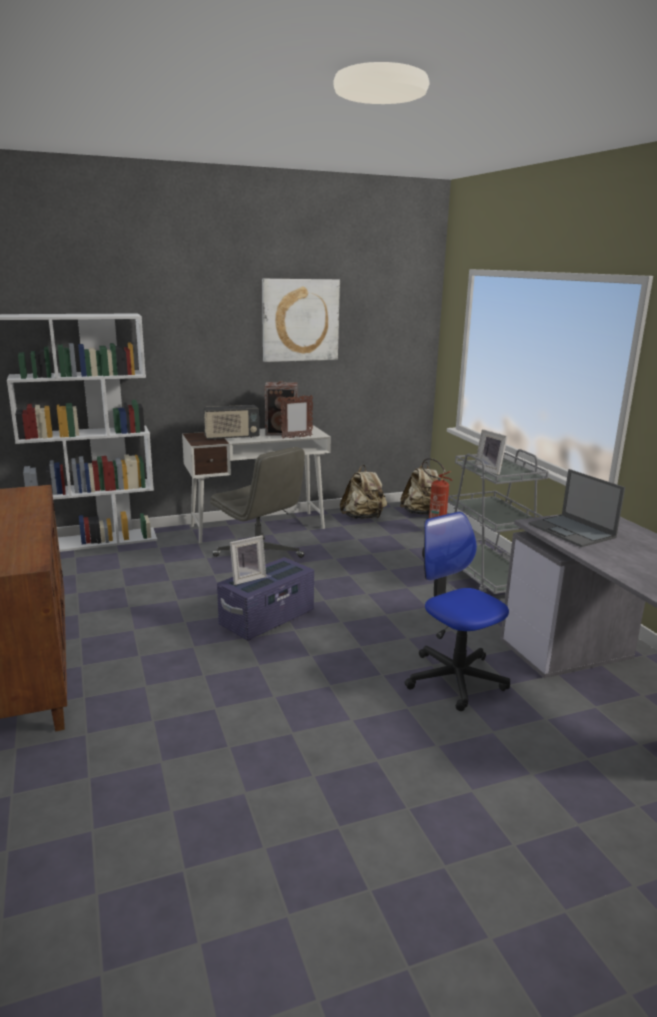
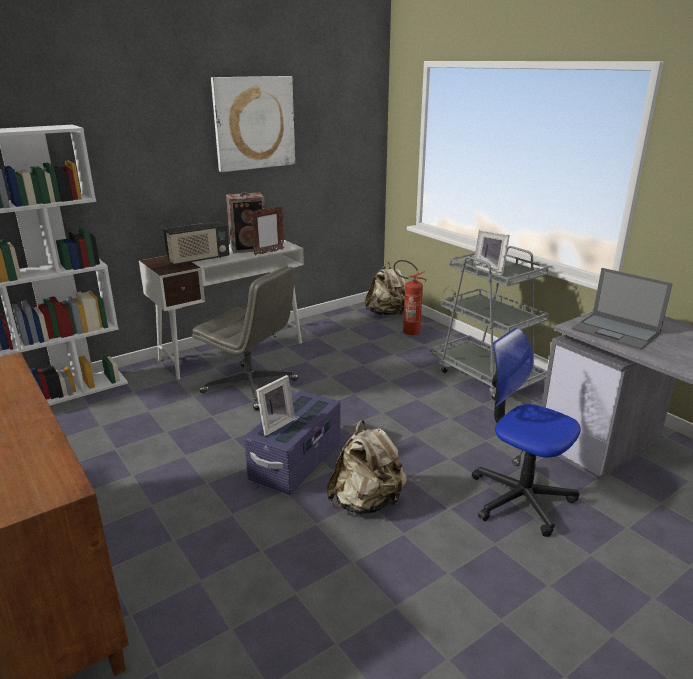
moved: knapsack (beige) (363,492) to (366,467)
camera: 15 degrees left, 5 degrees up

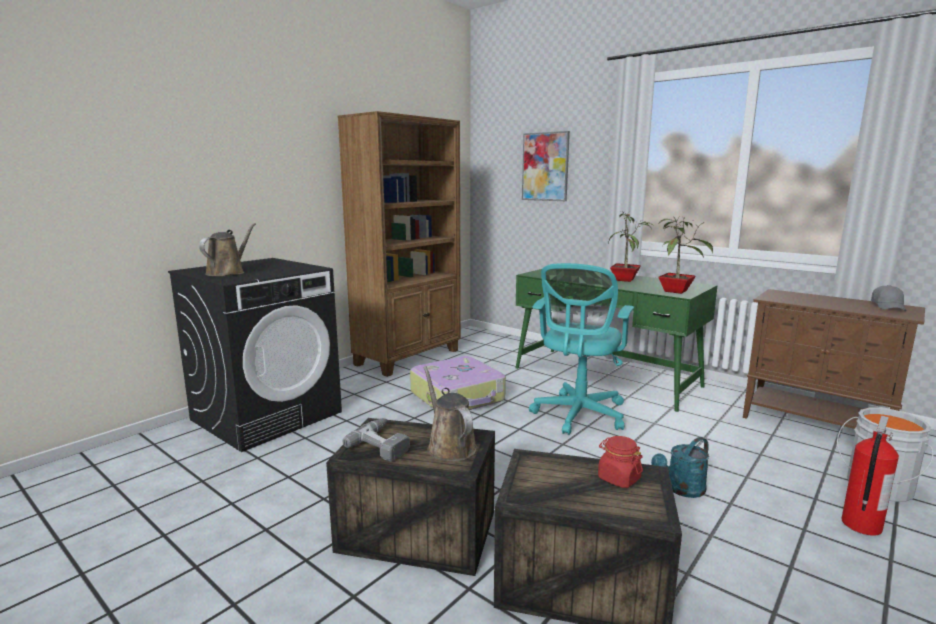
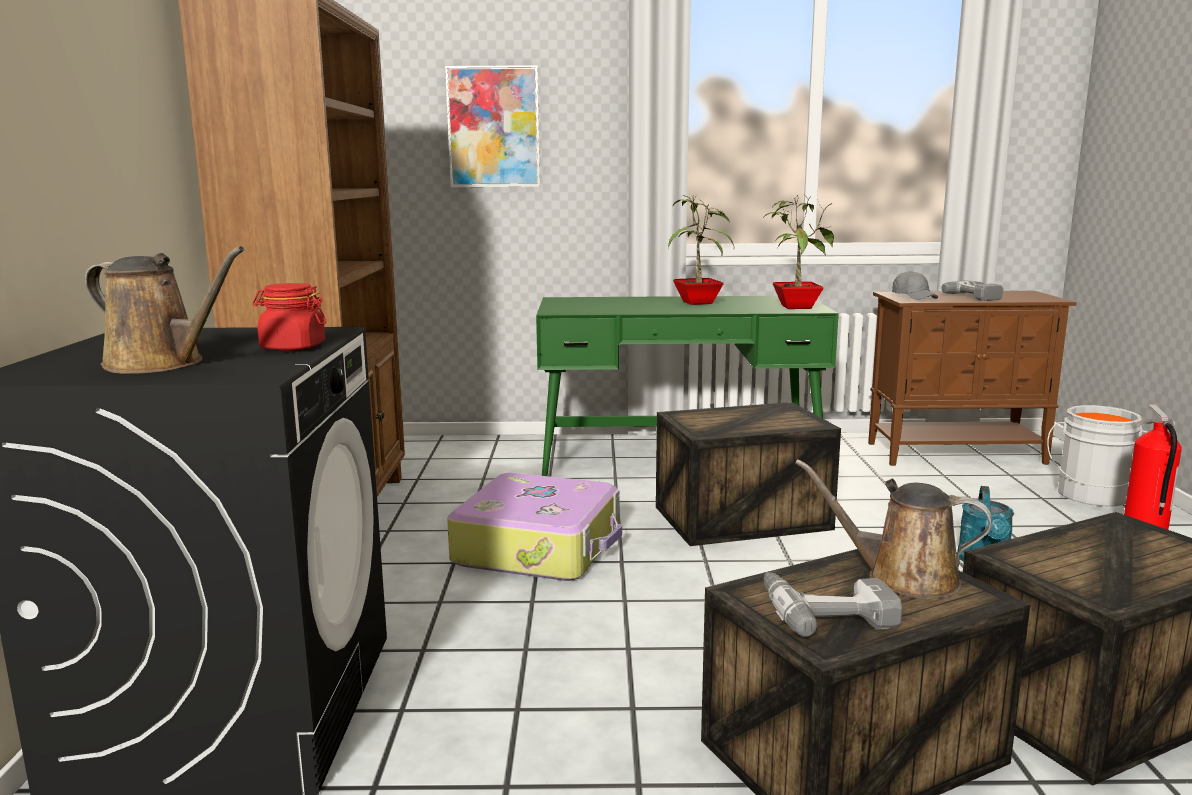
added: electric drill (972,291)
moved: storage jar (red-coloured) (620,462) to (289,317); cap (gray) (889,298) to (915,285)
replaced: computer chair (turquoise-coloured) (581,349) to packing crate (748,474)
turned: watering can (brownish) (227,249) = (165,310) 135 degrees clockwise
camera: 40 degrees left, 0 degrees up

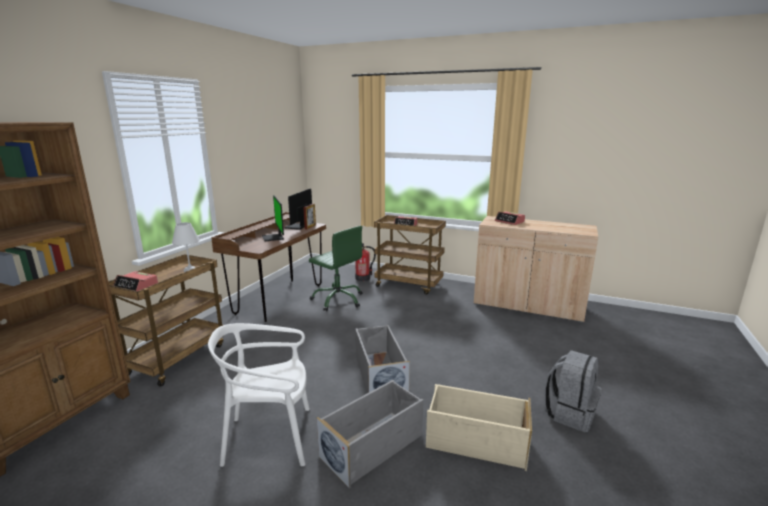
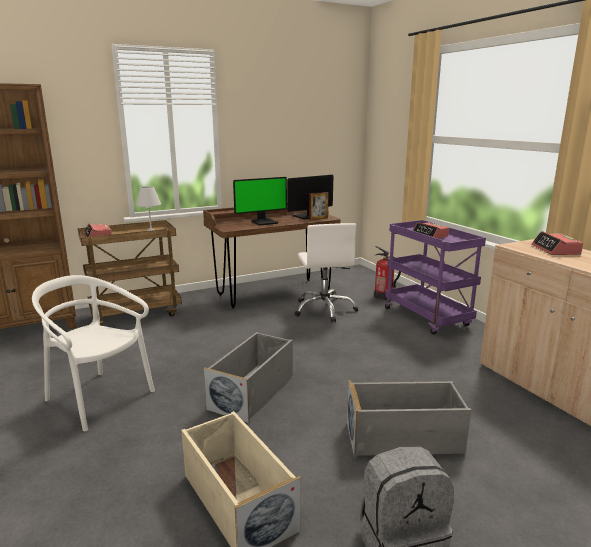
moved: storage container (gray) (370,434) to (409,419)
recoloured: computer chair (green-coloured) (336,268) to computer chair (white-coloured) (326,273); cart (brownish) (410,255) to cart (purple) (435,277)
turned: monitor (273,218) = (260,201) 135 degrees counterclockwise
camera: 40 degrees right, 0 degrees up

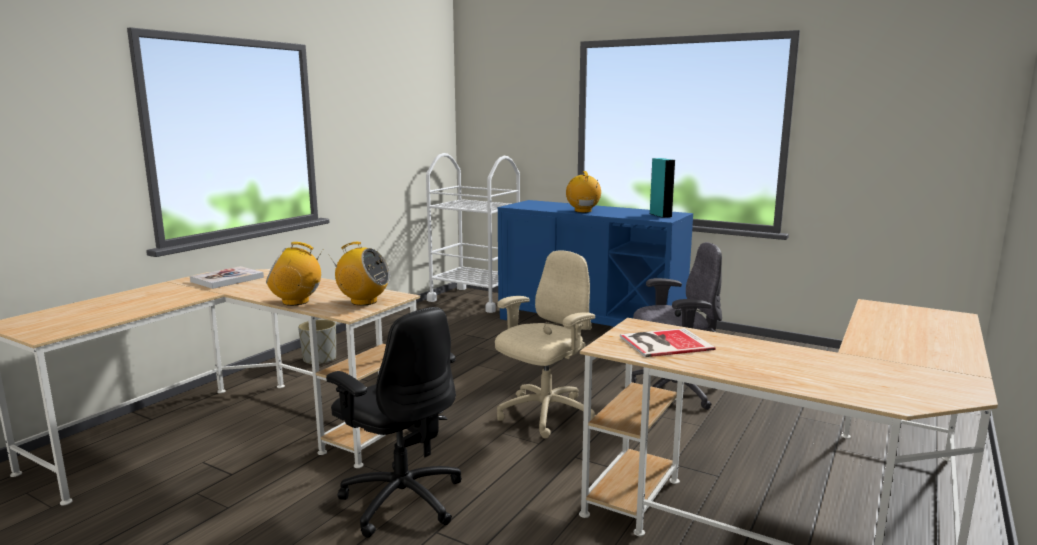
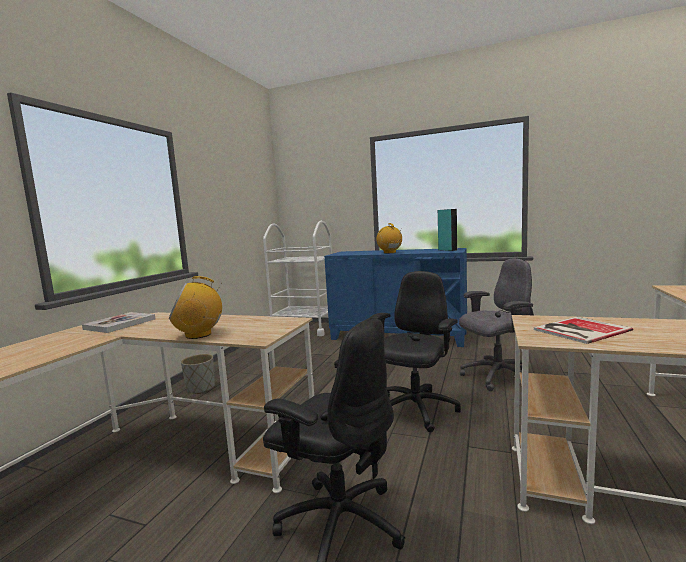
removed: radio receiver (360,274)
recoloured: computer chair (beige) (545,344) to computer chair (black) (415,351)
camera: 10 degrees left, 5 degrees down

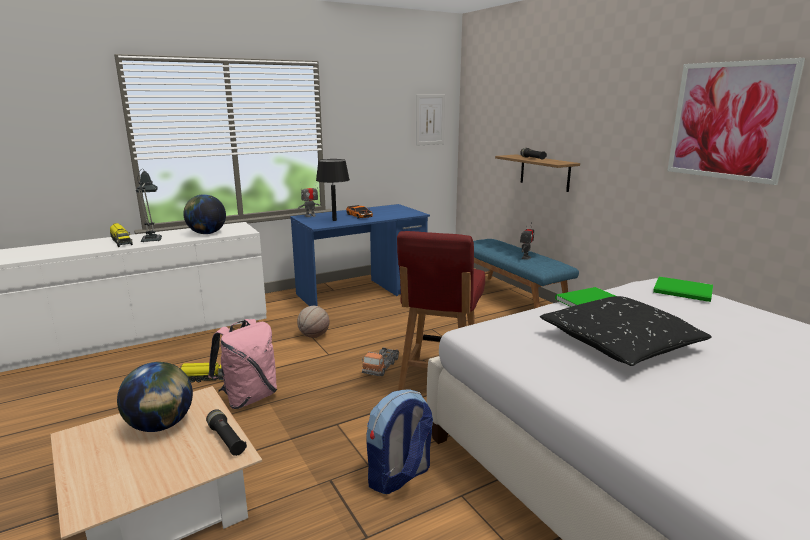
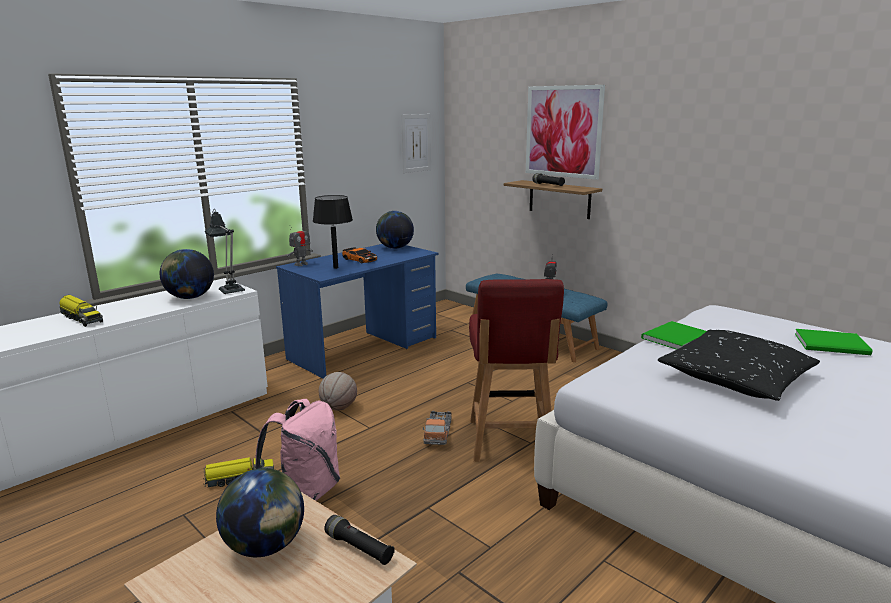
removed: knapsack (399,441)
added: desk globe (395,230)
moved: table lamp (149,205) to (225,252); bound book (green-coloured) (683,289) to (834,342); wall art (736,121) to (565,132)
camera: 15 degrees left, 0 degrees up

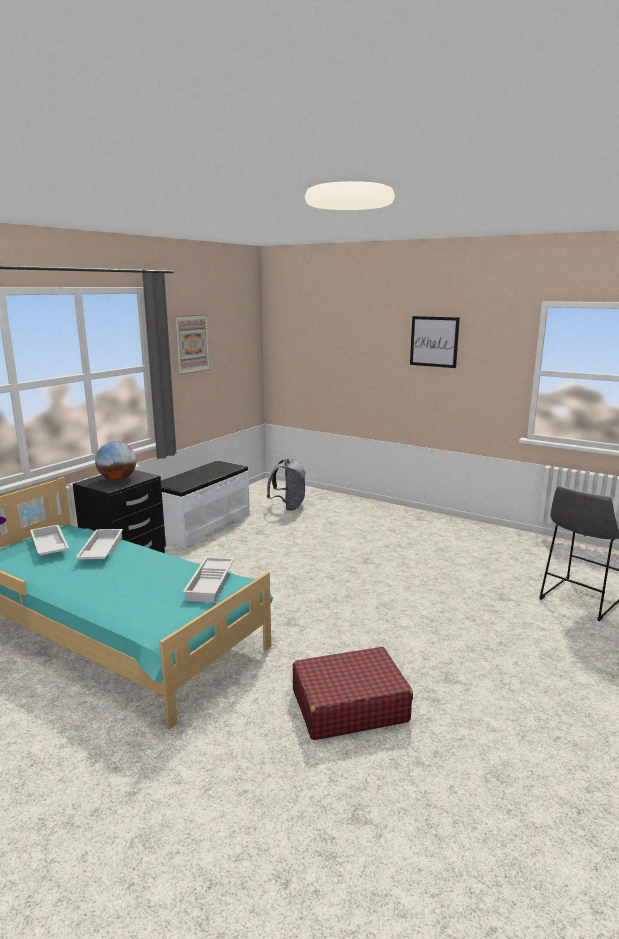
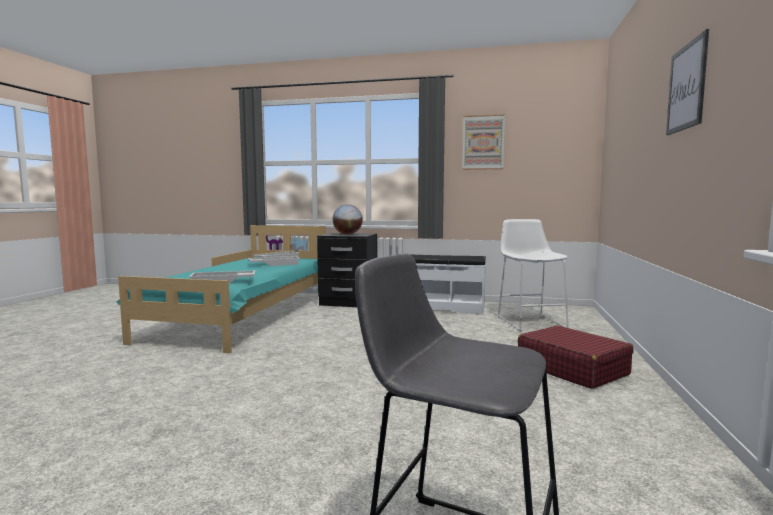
moved: suitcase (red-coloured) (353,693) to (576,357)
replaced: knapsack (gray) (286,485) to sitting stool (white-coloured) (533,275)
camera: 70 degrees right, 10 degrees down

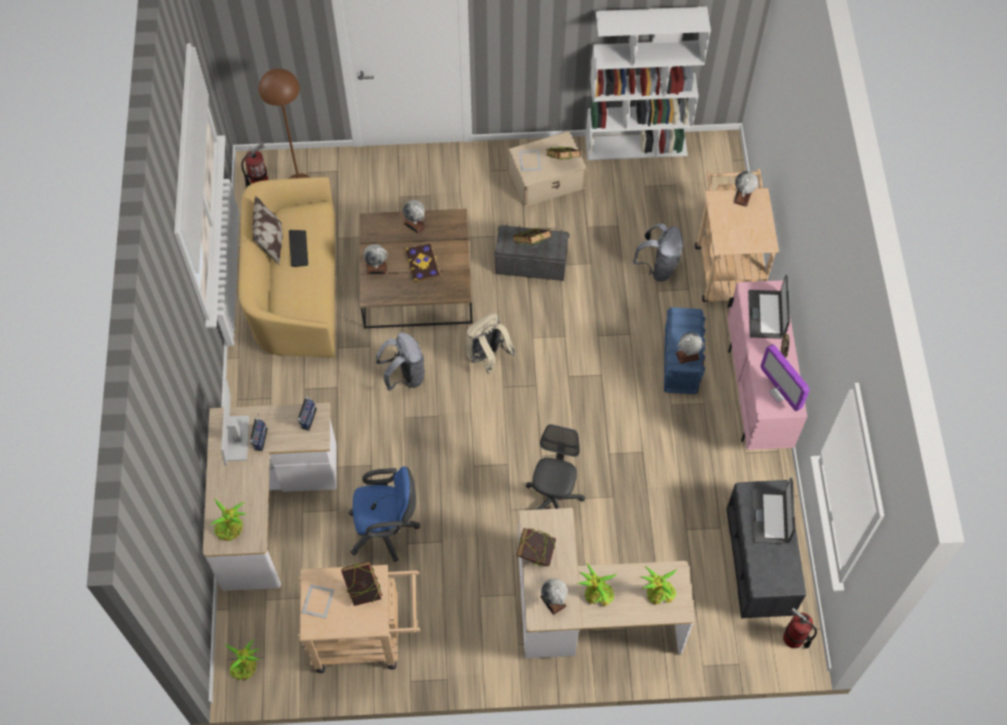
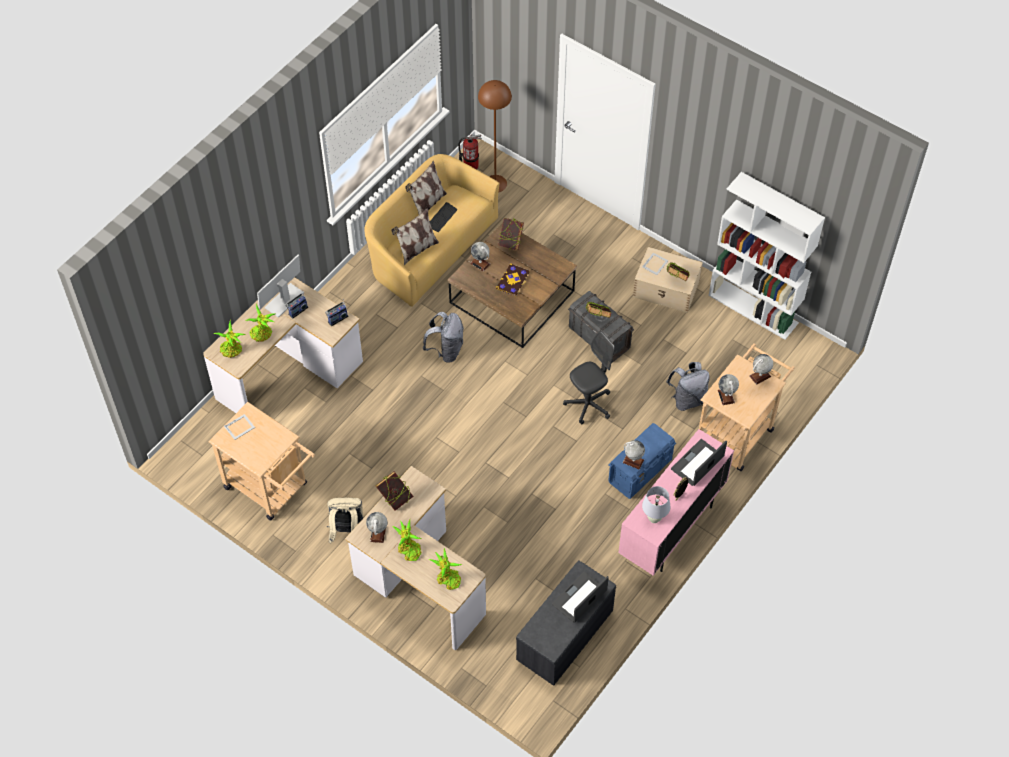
removed: computer chair (blue) (384,514); extinguisher (800,628)
added: cushion (415,236)
moved: houseplant (242,659) to (260,323); bound book (361,583) to (511,234); desk globe (415,217) to (728,389); knapsack (beige) (491,343) to (345,520); computer chair (gray) (555,467) to (589,378)
replaced: monitor (785,377) to table lamp (white-coloured) (656,504)
camera: 40 degrees right, 5 degrees down

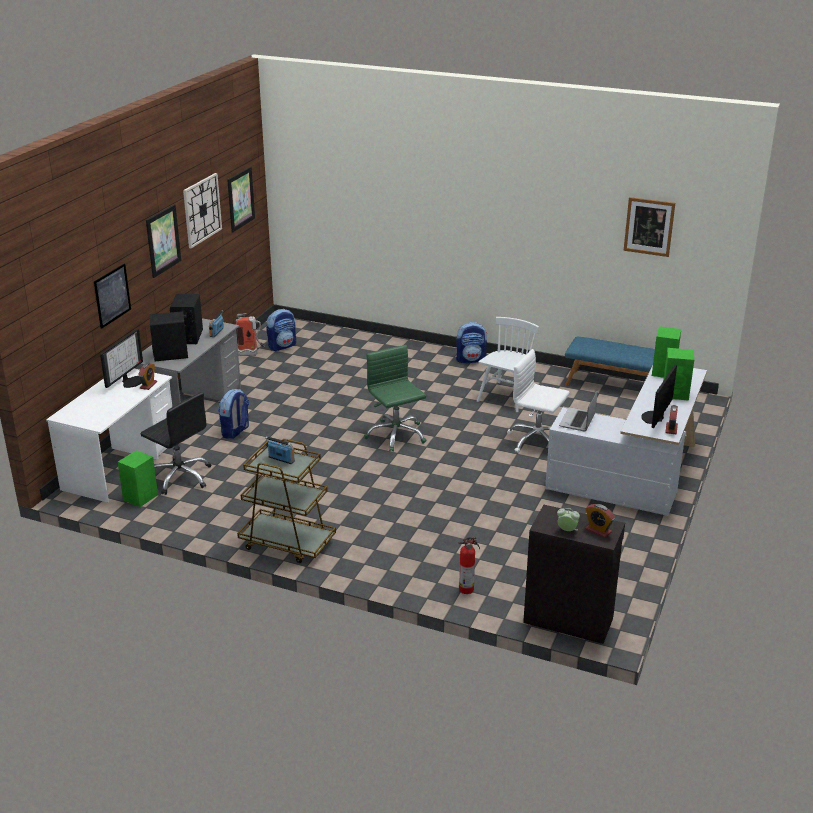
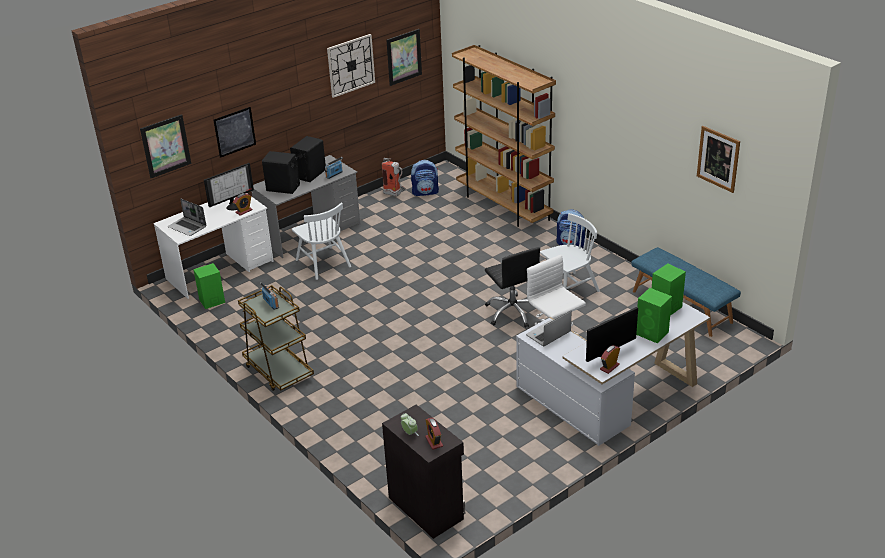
removed: computer chair (green-coloured) (395,398); extinguisher (469,565)
added: laptop (187,217); shelving unit (brownish) (504,136)
moved: computer chair (black) (176,443) to (512,287); wall art (163,241) to (165,146)
replaced: knapsack (233,414) to plain chair (white-coloured) (321,241)
camera: 30 degrees right, 5 degrees up

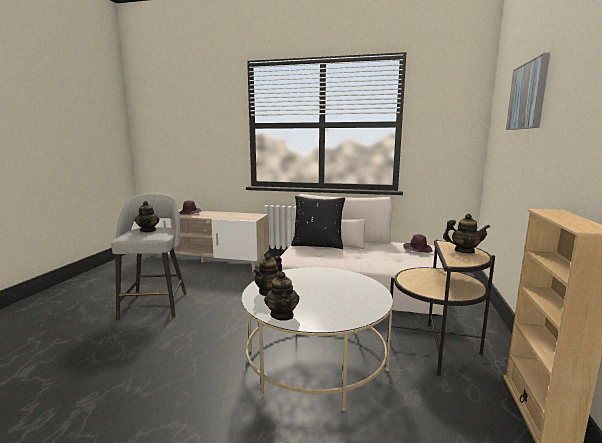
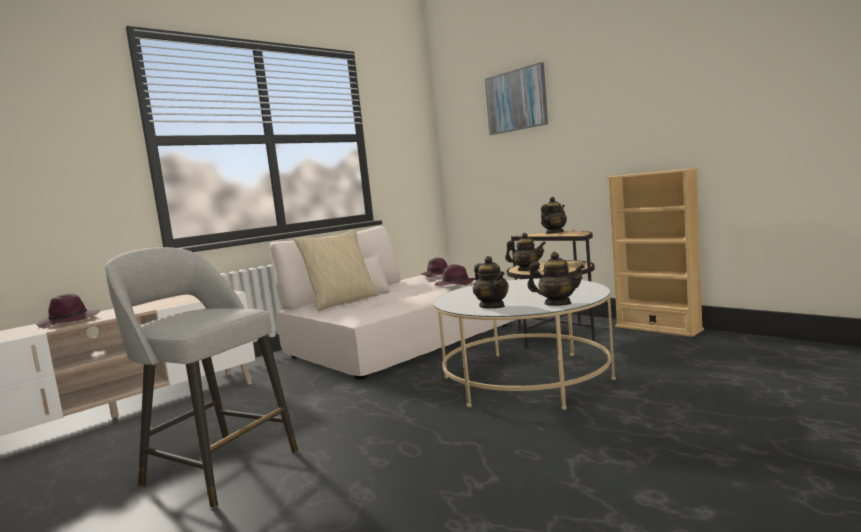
added: hat (purple) (455,275)
moved: pot for tea (147,216) to (525,252)
recoloured: cushion (black) (318,222) to cushion (beige) (336,270)
camera: 55 degrees left, 5 degrees down

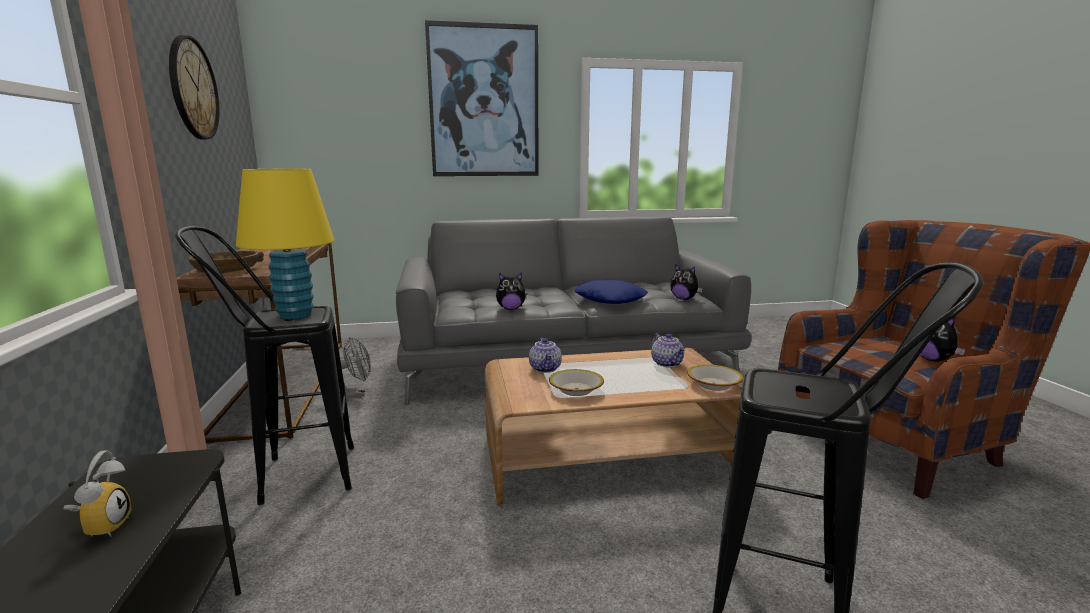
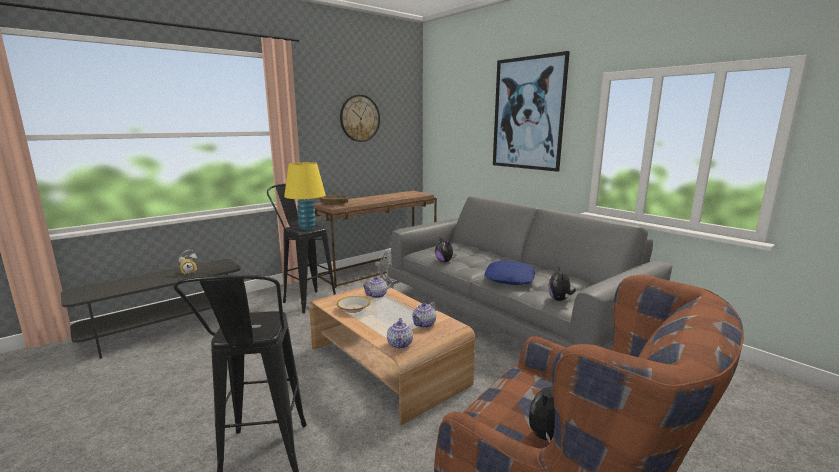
replaced: bowl (715,378) to pot for tea (400,333)
camera: 60 degrees right, 0 degrees up

